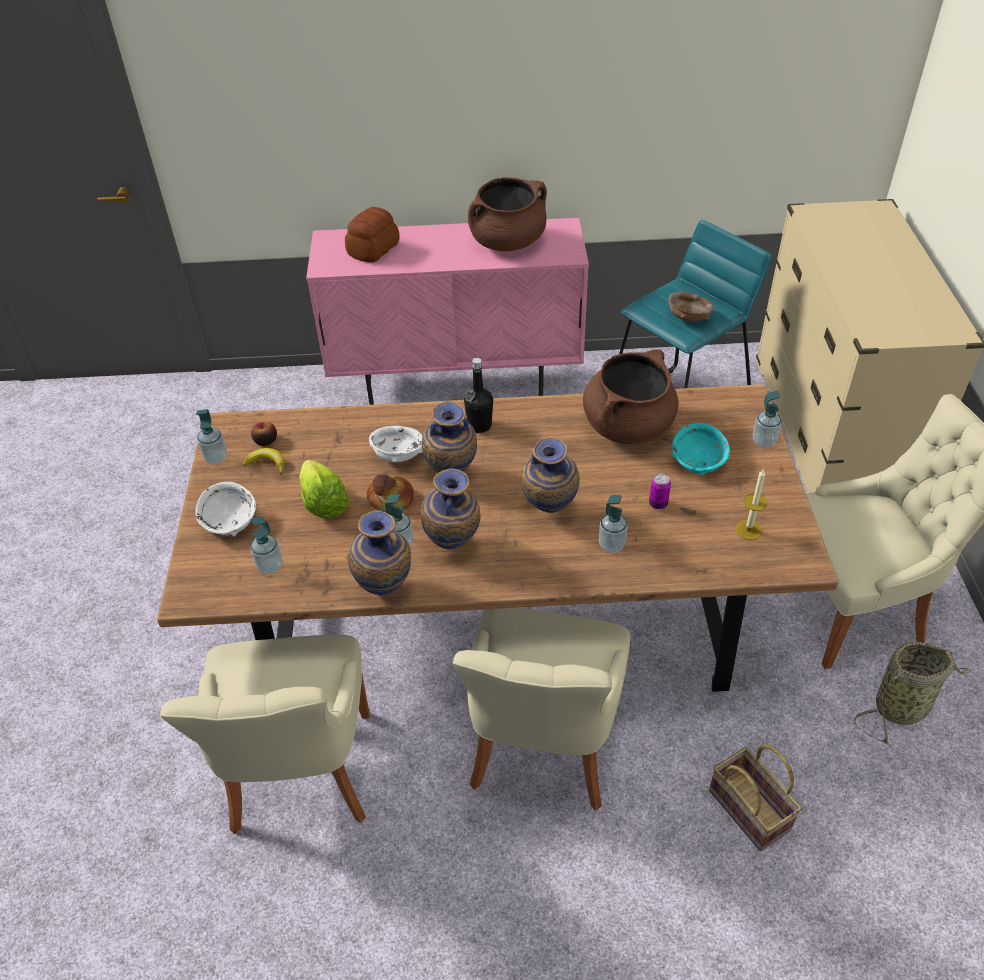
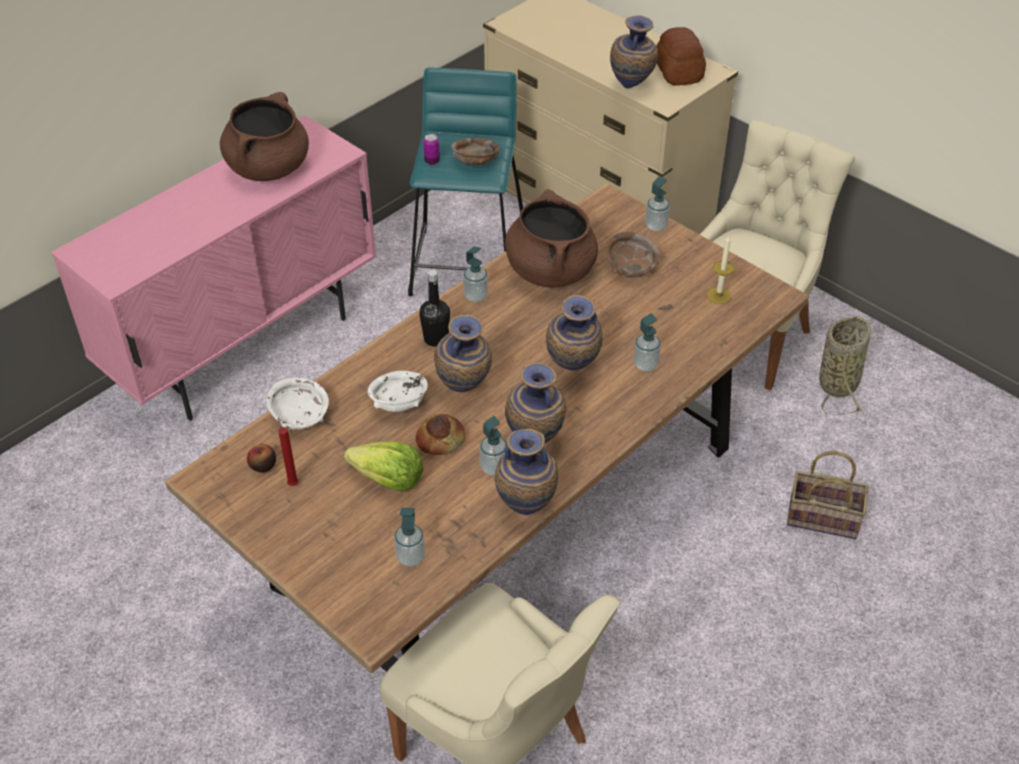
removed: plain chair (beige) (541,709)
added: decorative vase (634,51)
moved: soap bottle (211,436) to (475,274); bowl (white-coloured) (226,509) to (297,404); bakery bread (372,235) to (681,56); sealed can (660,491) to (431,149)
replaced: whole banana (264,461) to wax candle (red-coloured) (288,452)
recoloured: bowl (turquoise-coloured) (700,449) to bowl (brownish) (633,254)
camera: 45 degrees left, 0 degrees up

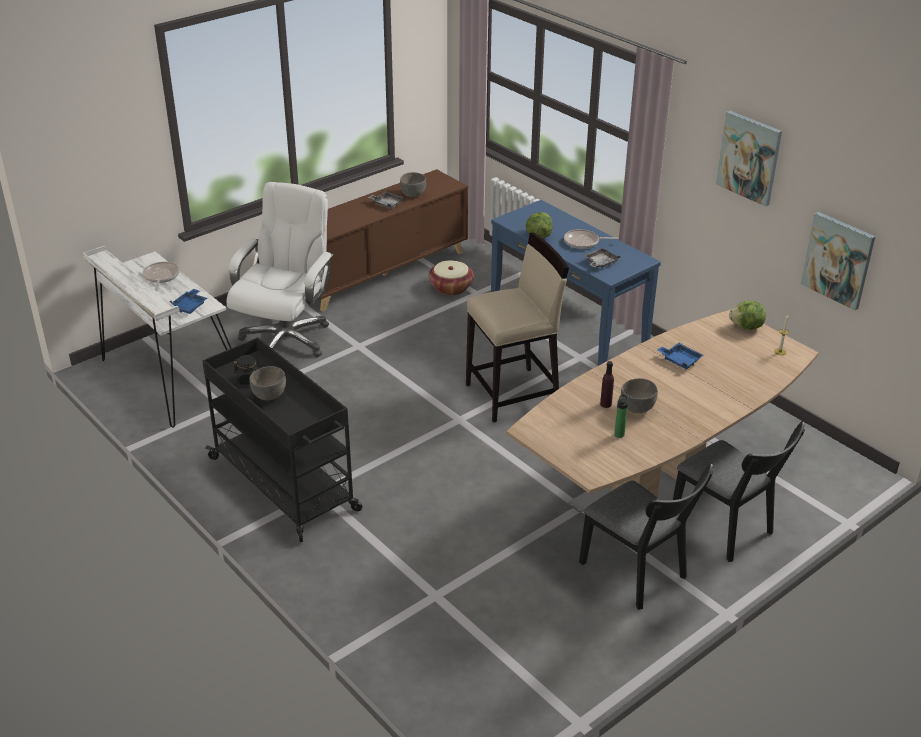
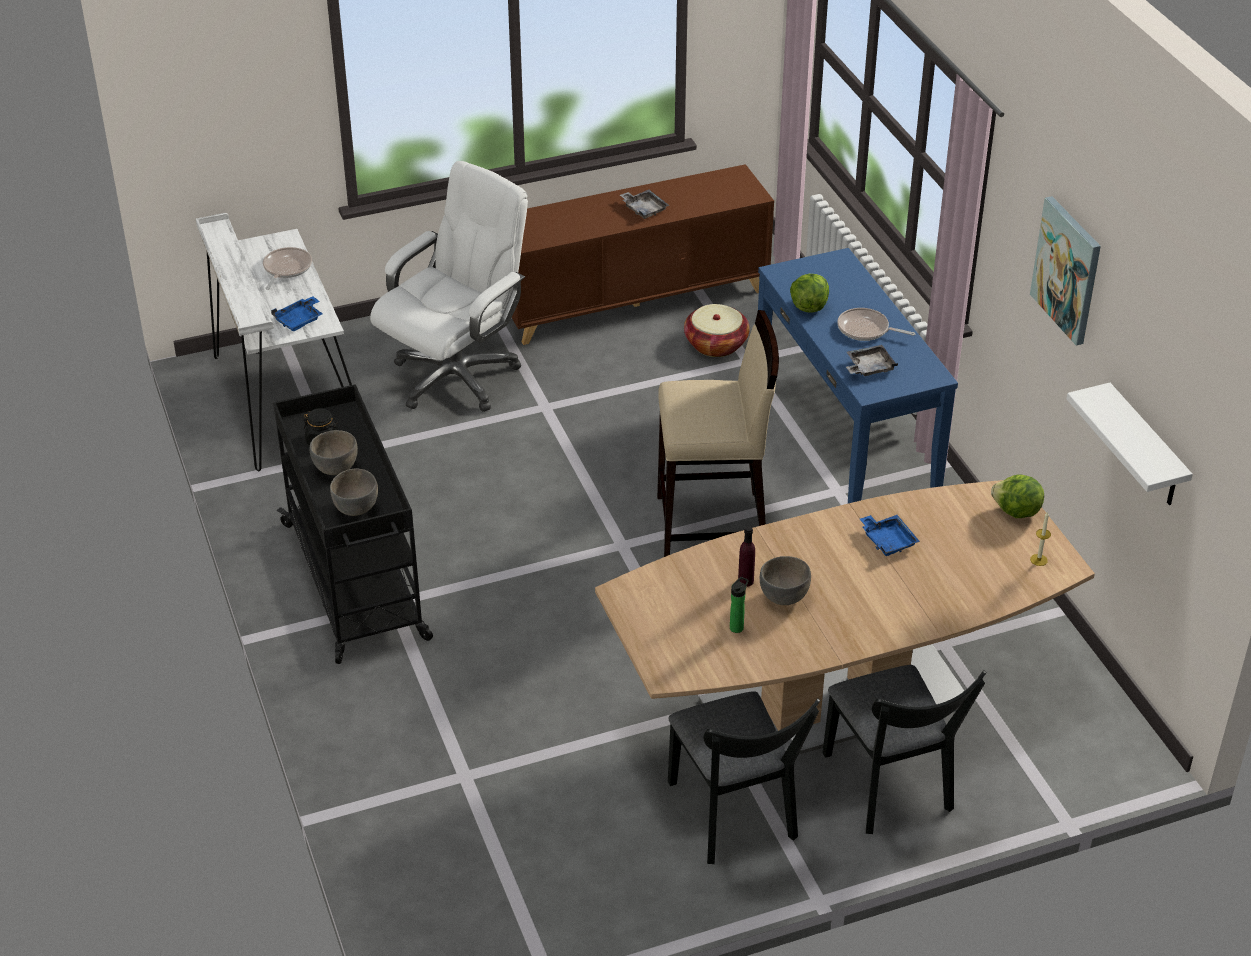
moved: bowl (gray) (413,184) to (354,492)
replaced: wall art (838,261) to shelf (white-coloured) (1129,444)
camera: 20 degrees right, 5 degrees up

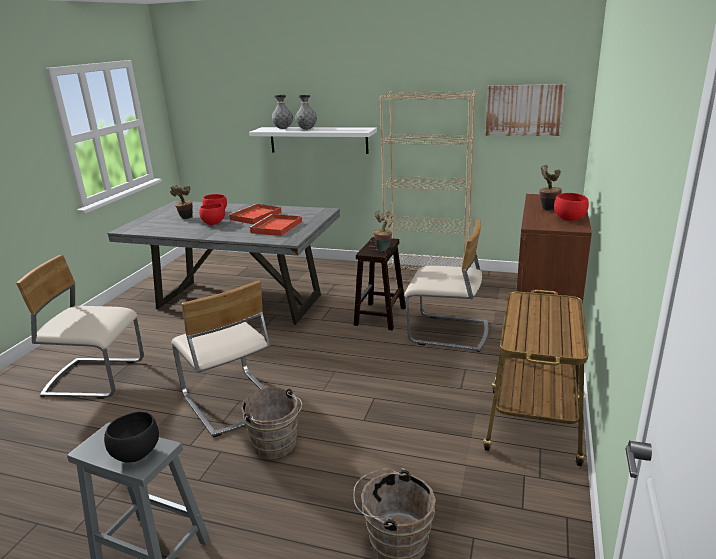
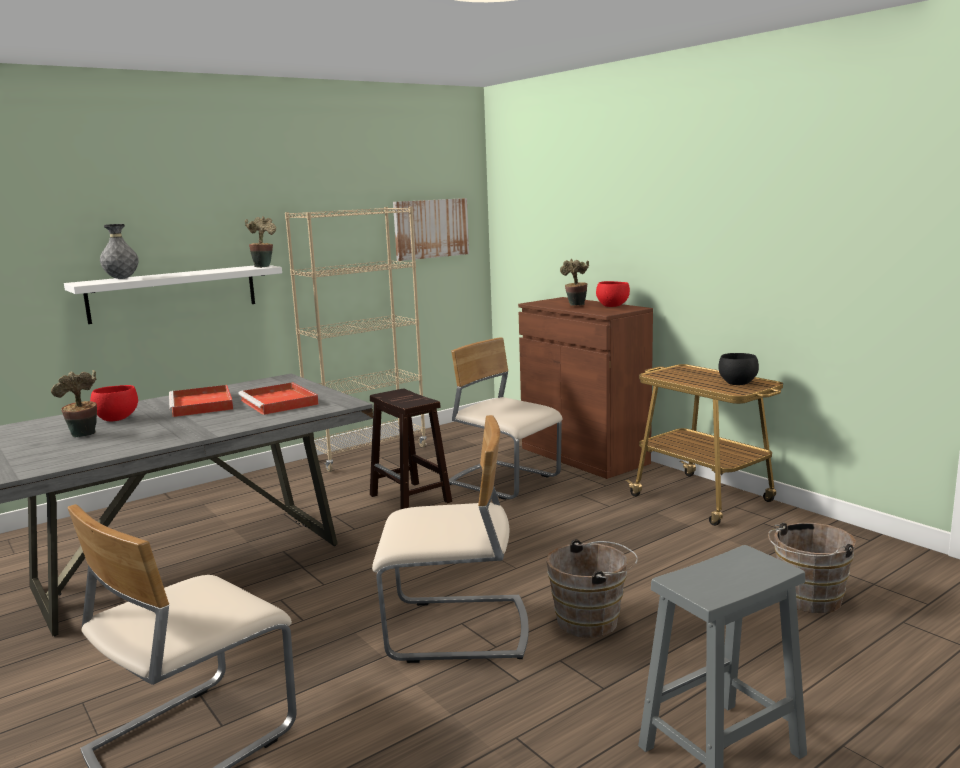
removed: bowl (red-coloured) (212,214); decorative vase (gray) (306,112)
moved: bowl (black) (131,437) to (739,369); houseplant (383,230) to (260,242)
turned: plain chair (beige) (446,285) = (506,418) 105 degrees counterclockwise
camera: 55 degrees left, 10 degrees down

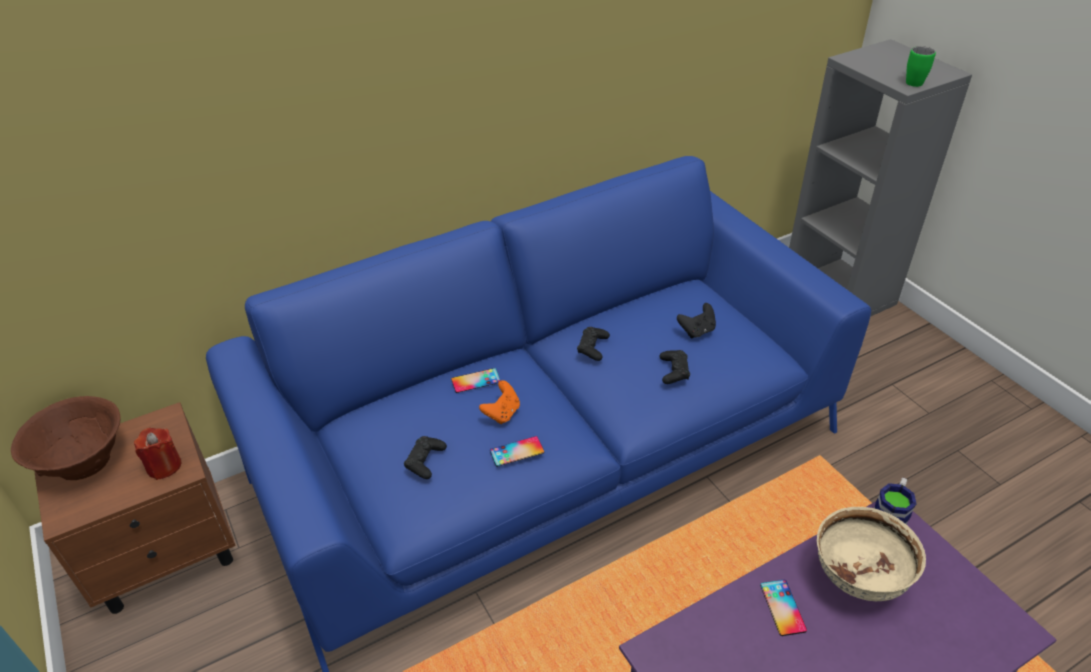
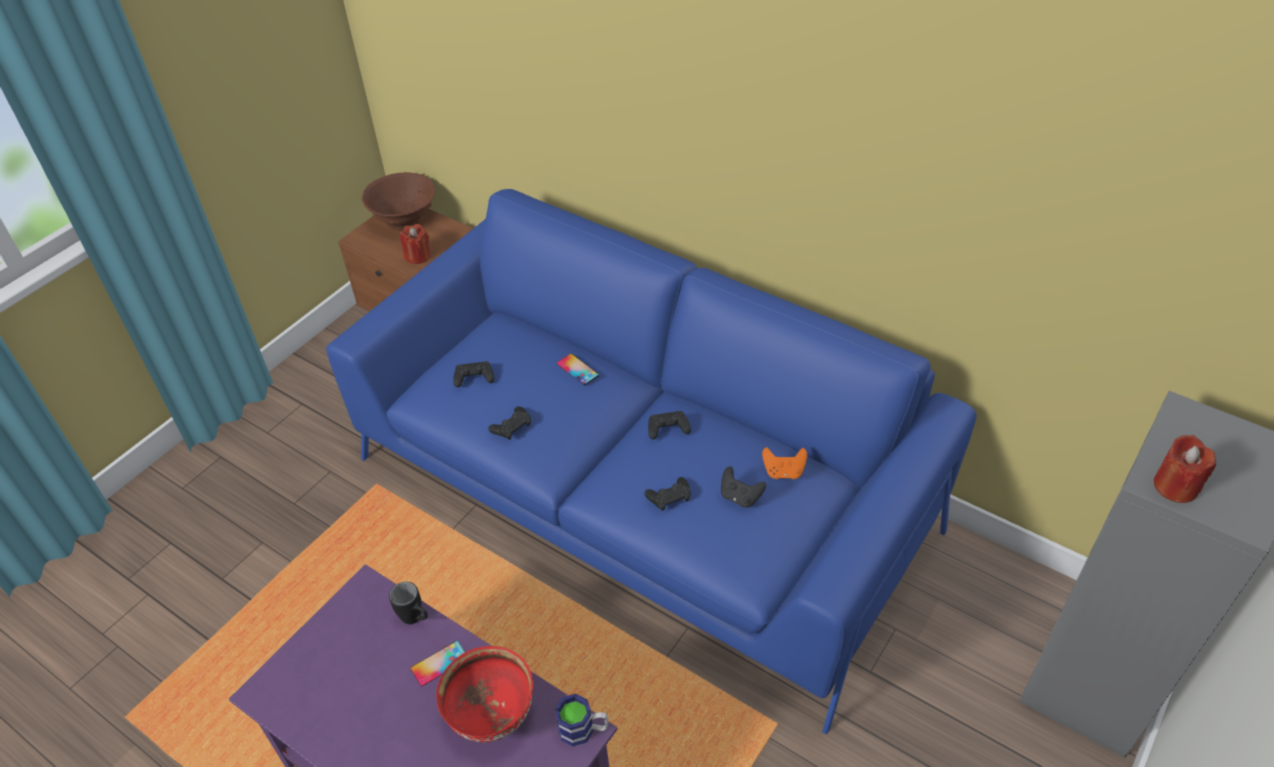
added: mug (black) (408,603)
moved: joypad (orange-coloured) (499,402) to (784,463)
replaced: telephone (517,451) to joypad (black) (509,423); mug (green-coloured) (921,66) to wax candle (red-coloured) (1185,469)
recoloured: bowl (beige) (871,554) to bowl (red-coloured) (484,694)
camera: 65 degrees right, 5 degrees up

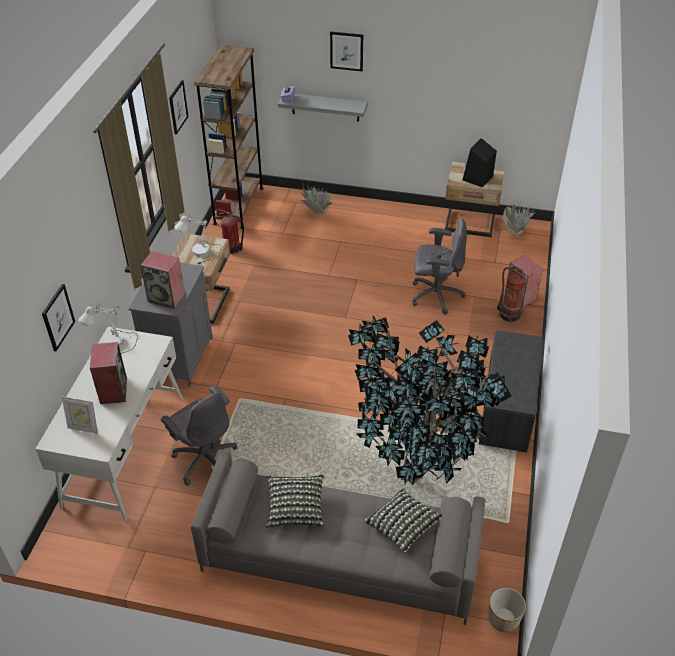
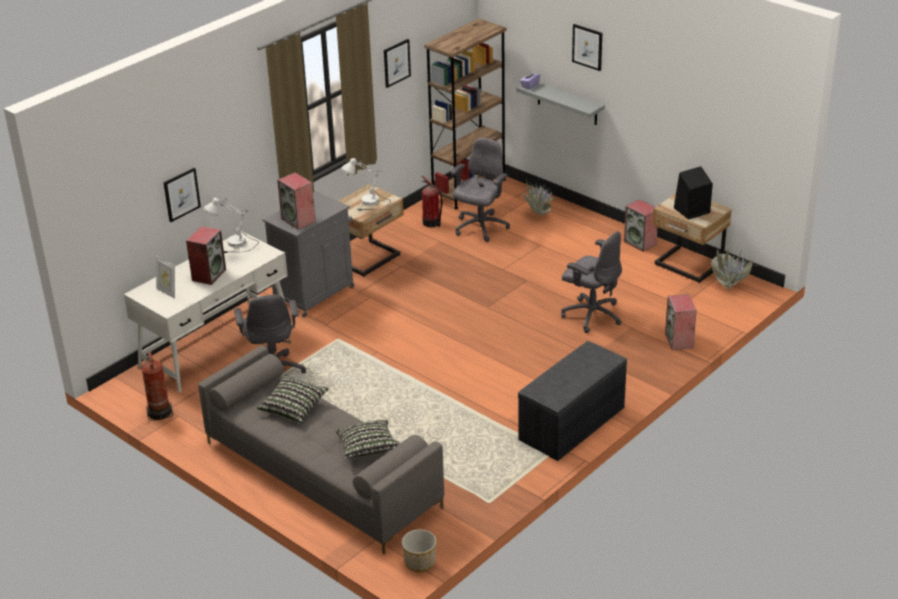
removed: houseplant (429,400)
added: computer chair (gray) (480,190); loudspeaker (641,225)
moved: extinguisher (511,295) to (157,386)
camera: 30 degrees right, 10 degrees down

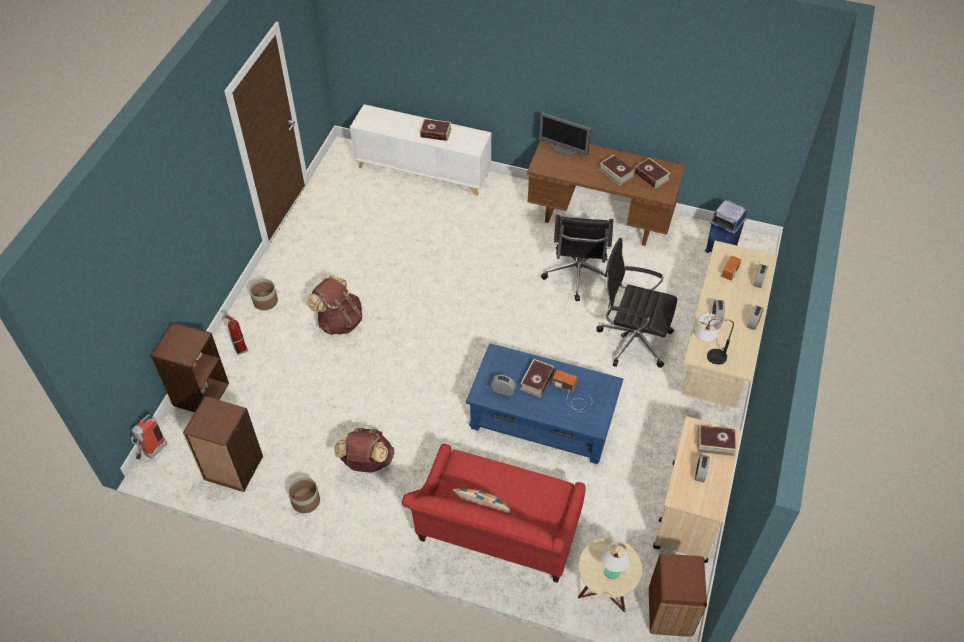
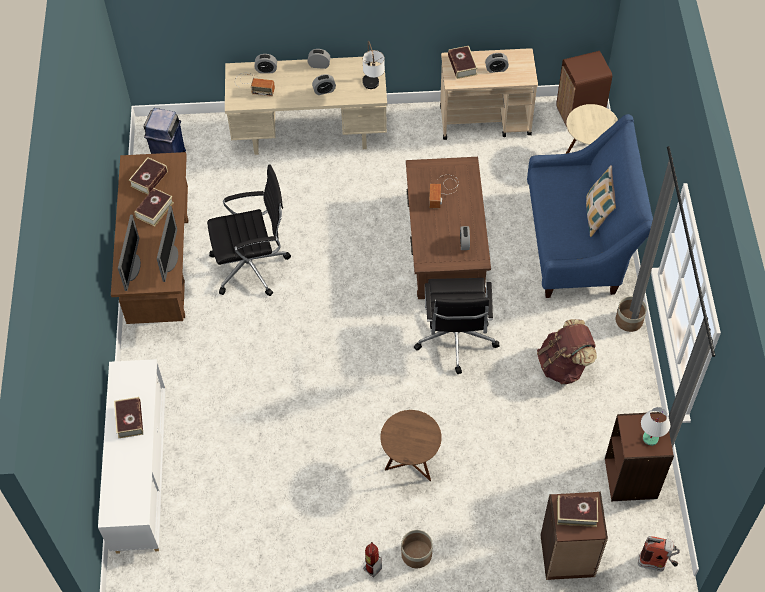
added: monitor (167,244)
moved: extinguisher (236,335) to (372,559); planter (304,495) to (631,314); bound book (537,378) to (577,511); computer chair (black) (637,303) to (456,326); table lamp (white-coloured) (615,560) to (655,426)
replaced: knapsack (brownish) (334,305) to side table (brownish) (411,445)
recoloured: sofa (red-coloured) (494,513) to sofa (blue) (590,206); lounge table (blue) (544,403) to lounge table (brownish) (448,228)
camera: 110 degrees left, 5 degrees up

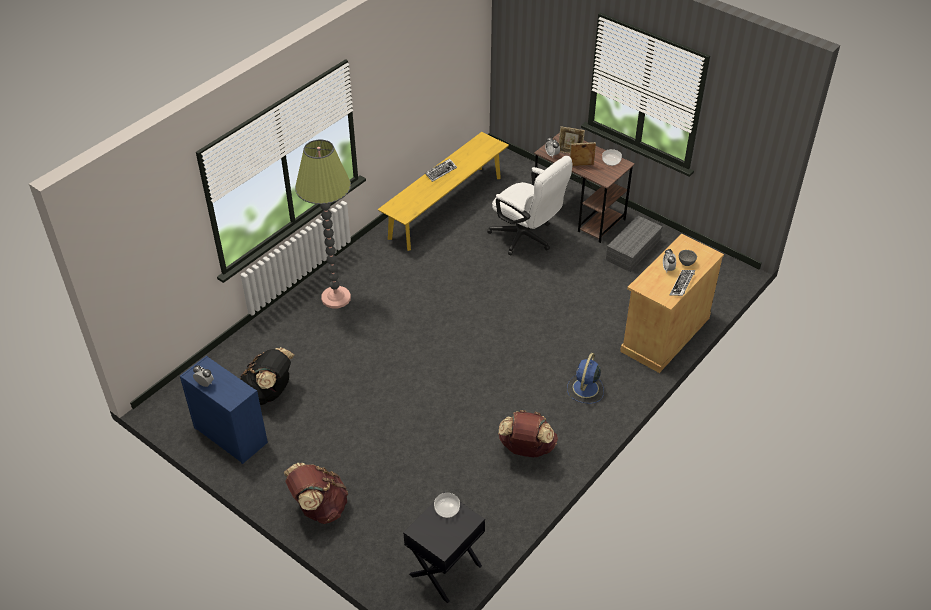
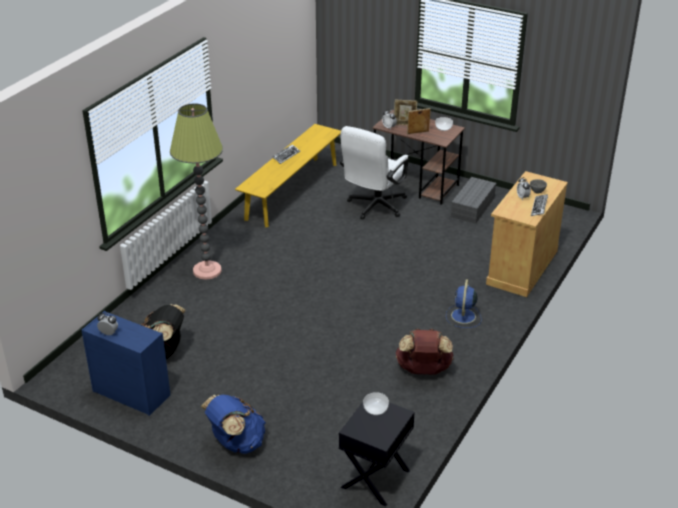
recoloured: knapsack (brownish) (316,493) to knapsack (blue) (233,424)
turned: computer chair (white-coloured) (530,206) = (374,172) 90 degrees clockwise
camera: 10 degrees left, 10 degrees down

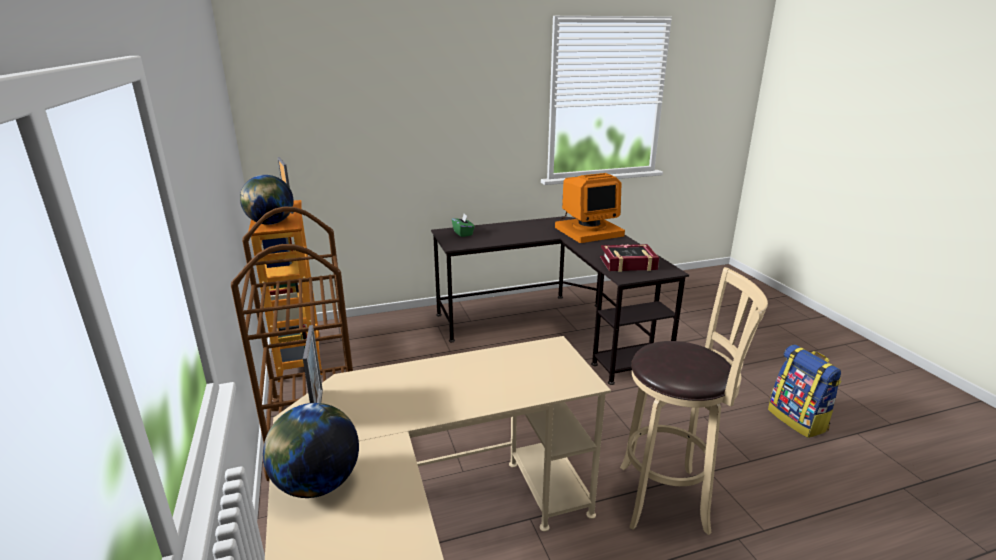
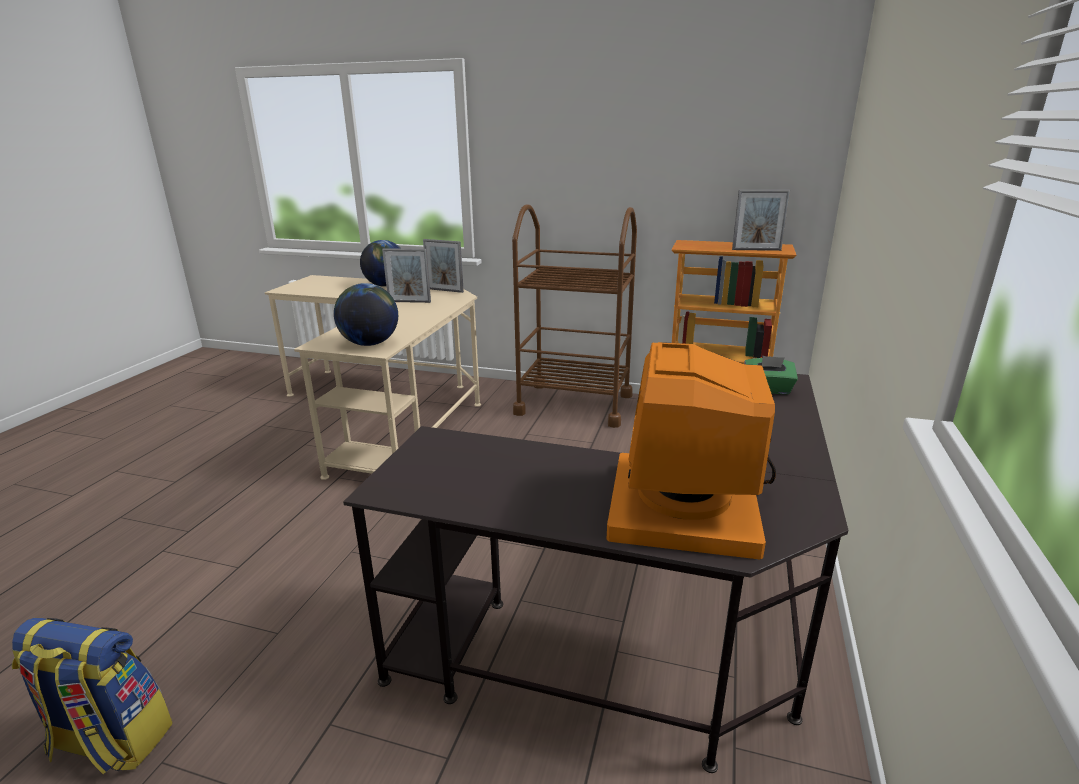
removed: bound book (629,258); sitting stool (beige) (694,401)
added: photo frame (406,275)
moved: desk globe (266,200) to (366,314)
camera: 125 degrees right, 0 degrees up

